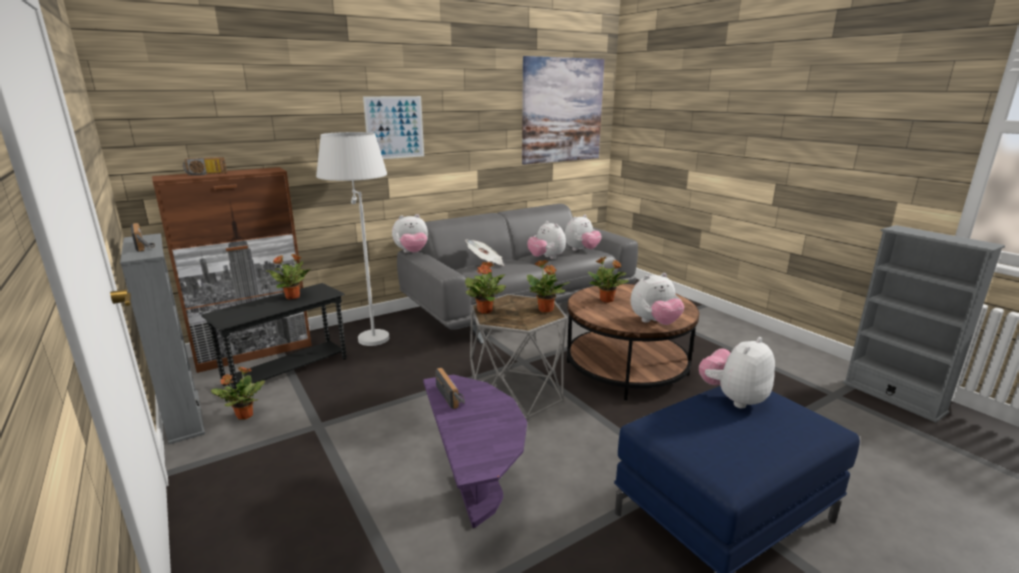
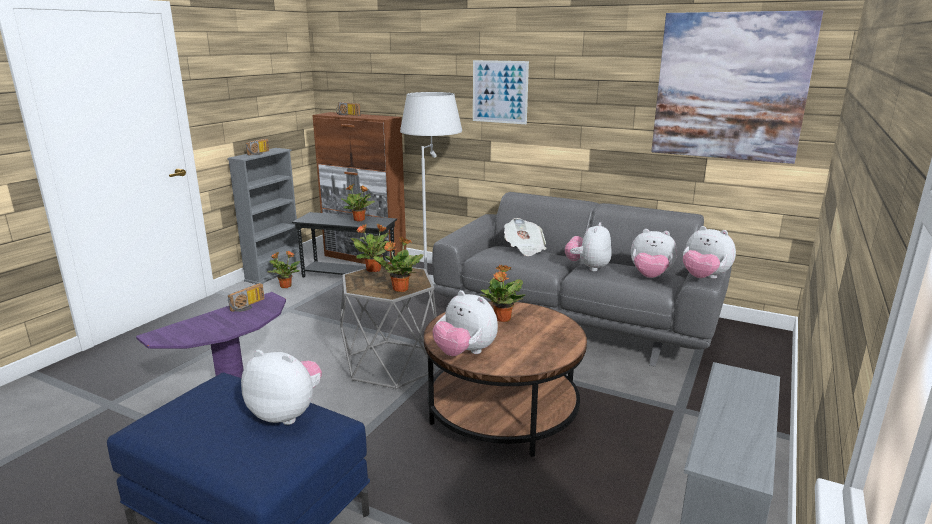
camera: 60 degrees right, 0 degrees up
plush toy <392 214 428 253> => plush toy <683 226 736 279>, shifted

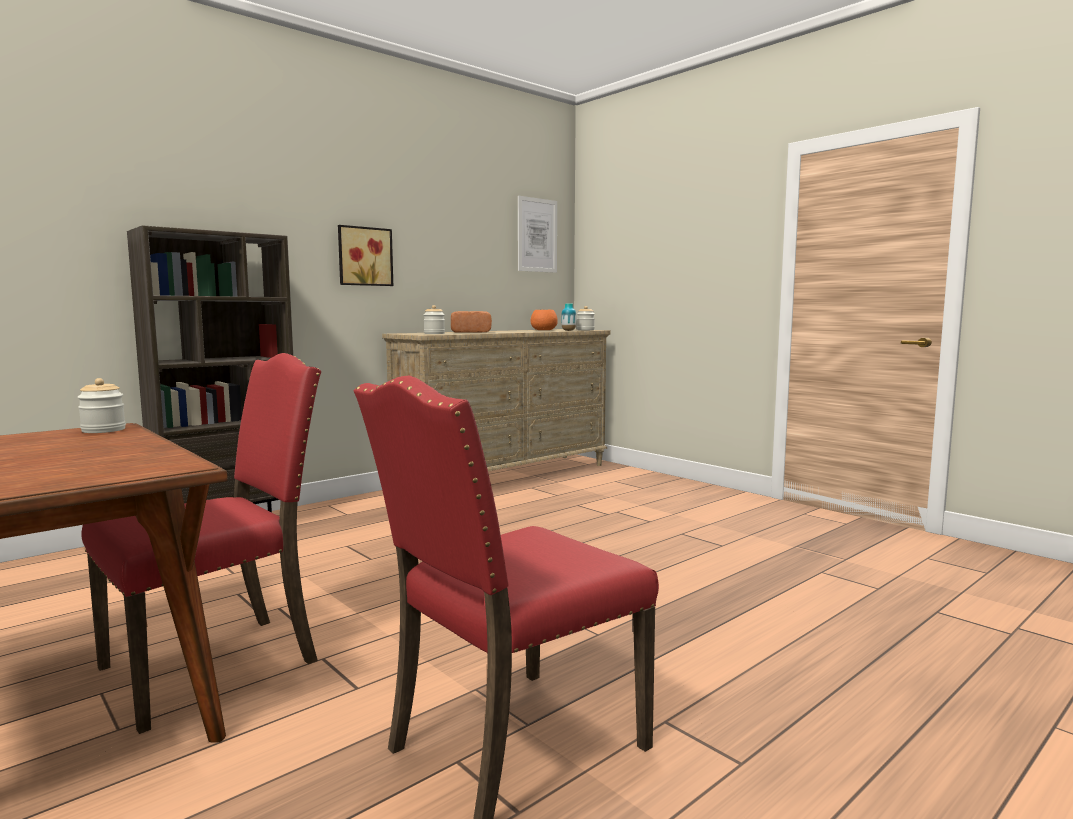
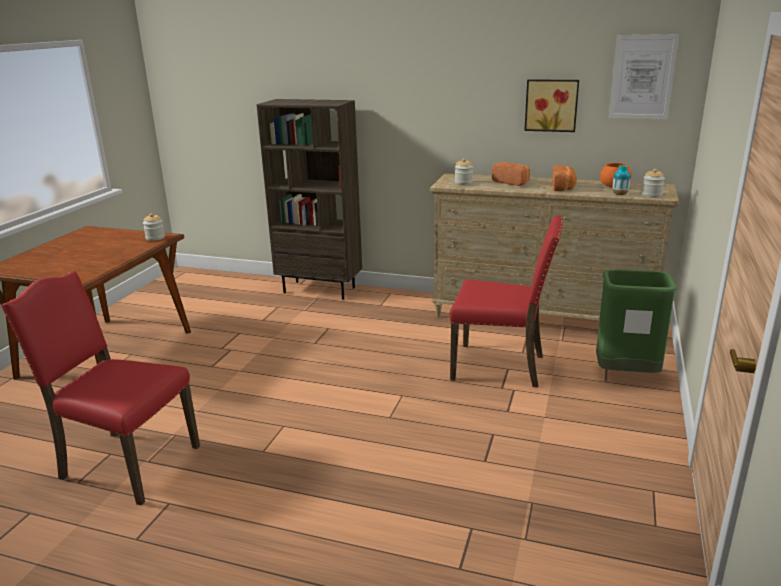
camera: 60 degrees right, 15 degrees up
nothing => bread <552 165 577 191>
nothing => green trash can <596 269 677 373>
red chair <81 353 321 734> => red chair <449 215 563 388>, shifted
picture <338 225 393 286> => picture <524 80 579 132>, shifted

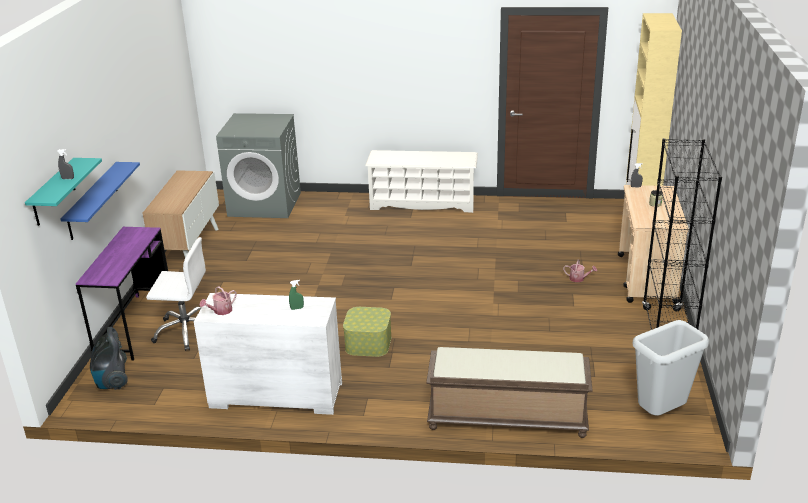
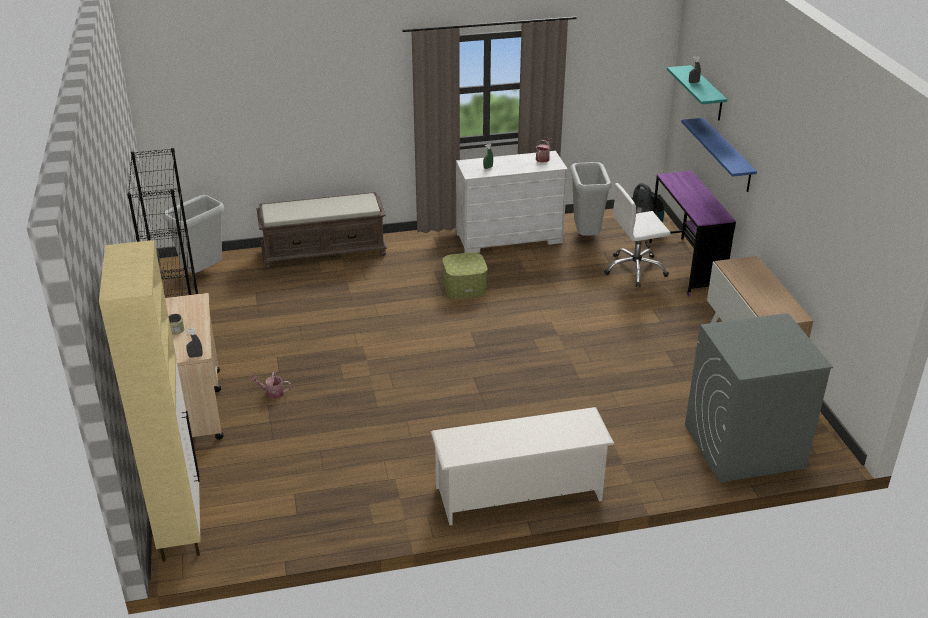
camera: 160 degrees right, 5 degrees up
nothing => grey trash can <570 162 612 236>

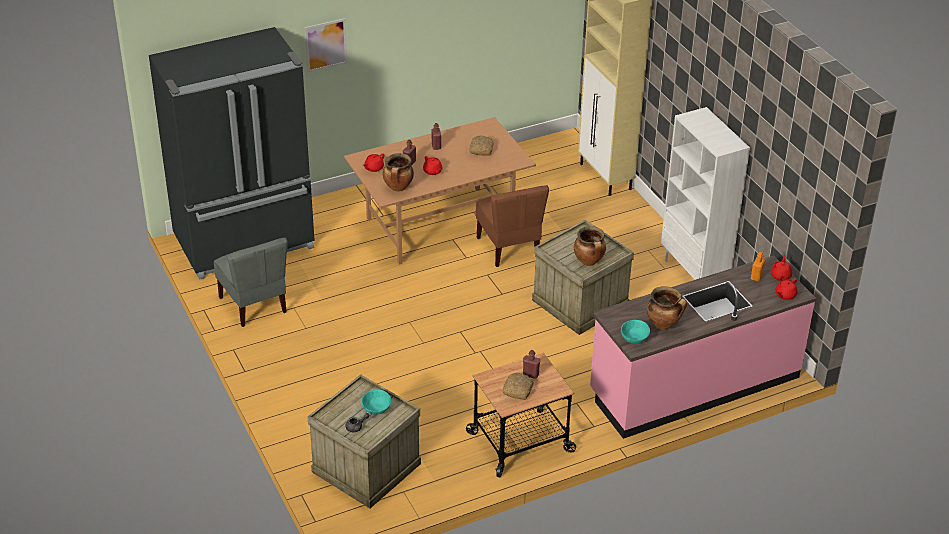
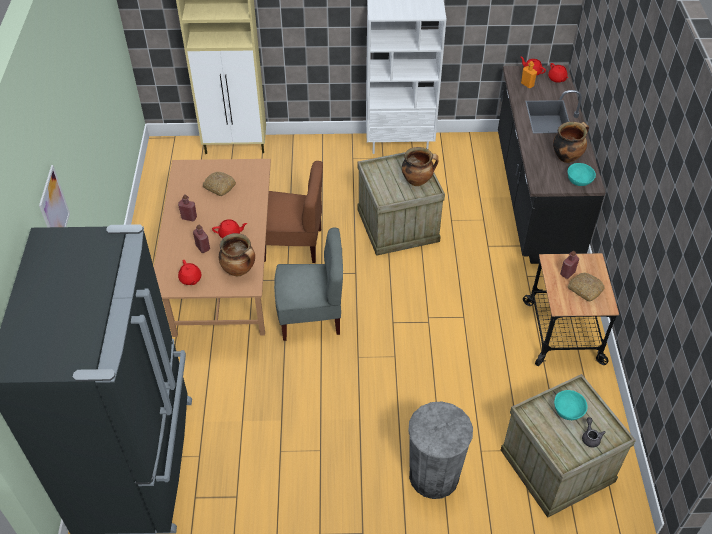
camera: 65 degrees left, 10 degrees up
nothing => grey trash can <408 401 473 499>
grey chair <214 237 288 327> => grey chair <274 228 343 341>, shifted
pink counter <590 255 817 439> => black counter <498 65 605 264>

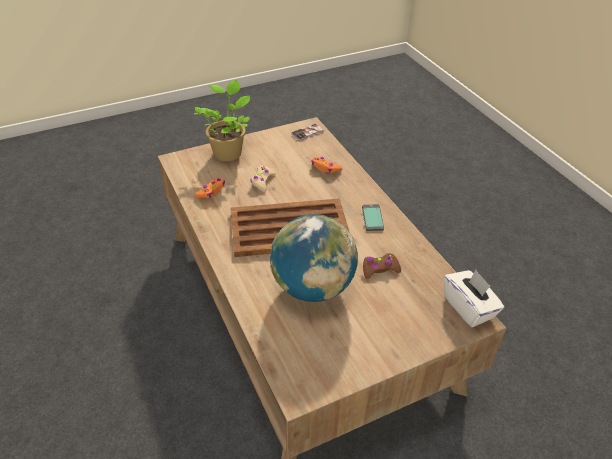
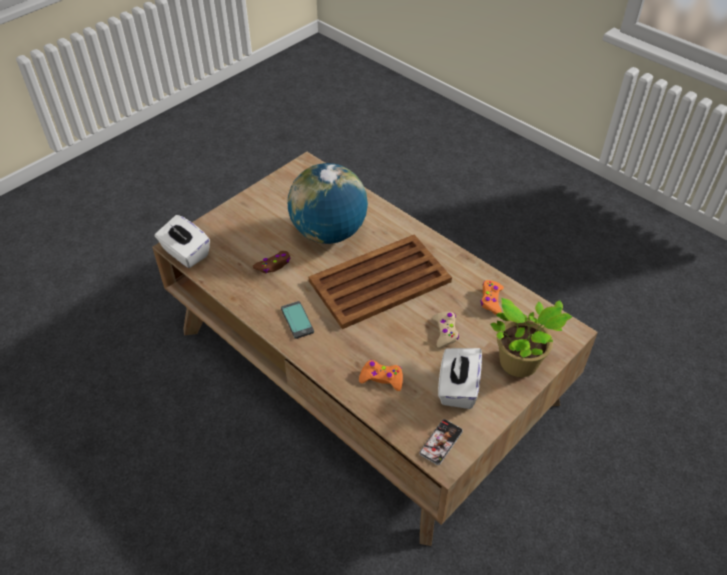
camera: 160 degrees right, 5 degrees up
nothing => white tissue box <438 348 482 409>

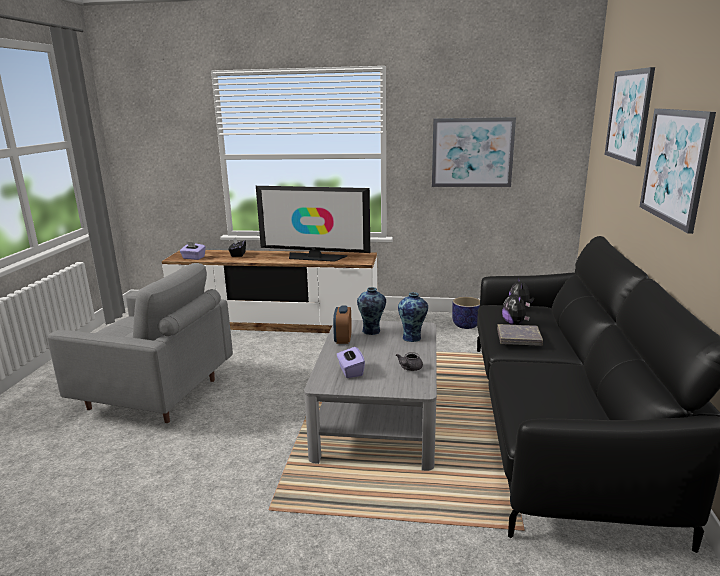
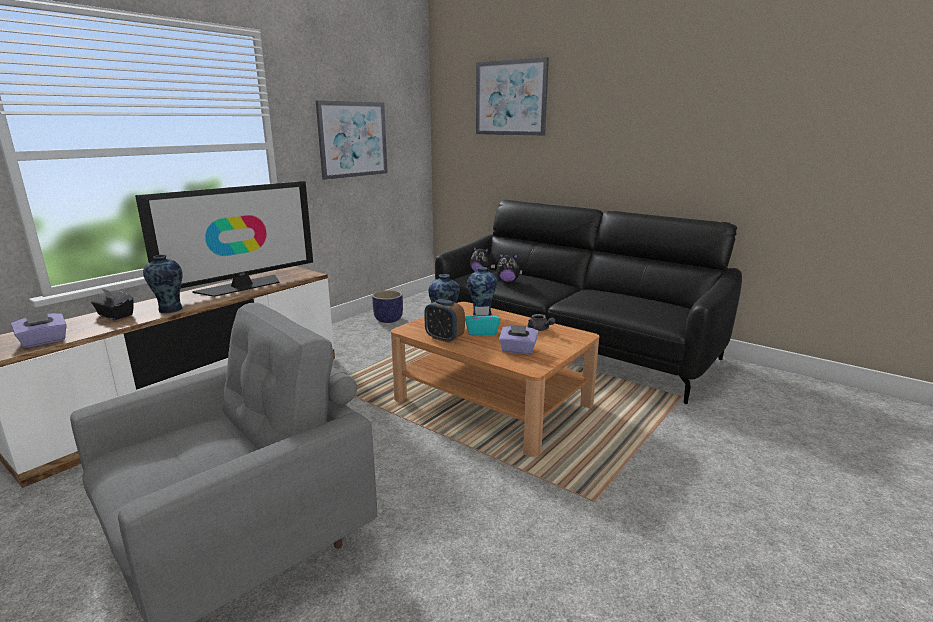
camera: 60 degrees left, 0 degrees up
grey book <497 324 543 346> => nothing
picture <640 108 716 234> => nothing
nothing => vase <143 255 183 313>
nothing => turquoise tissue box <465 306 500 335>
grey coffee table <304 320 437 471> => brown coffee table <391 302 600 457>

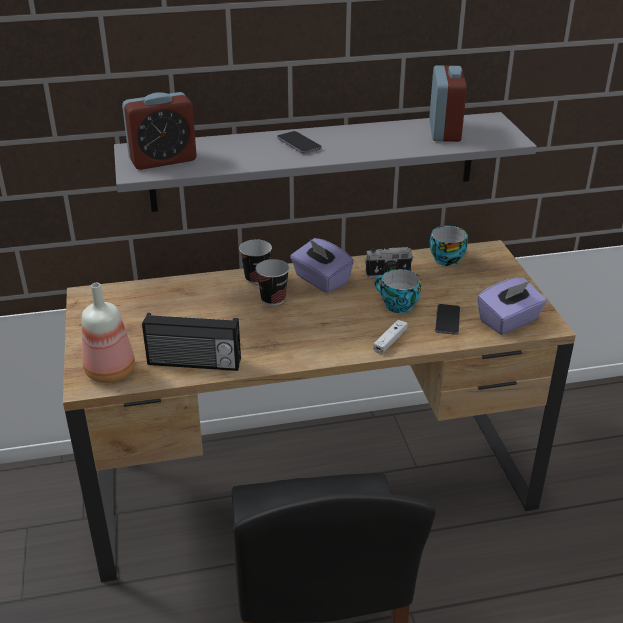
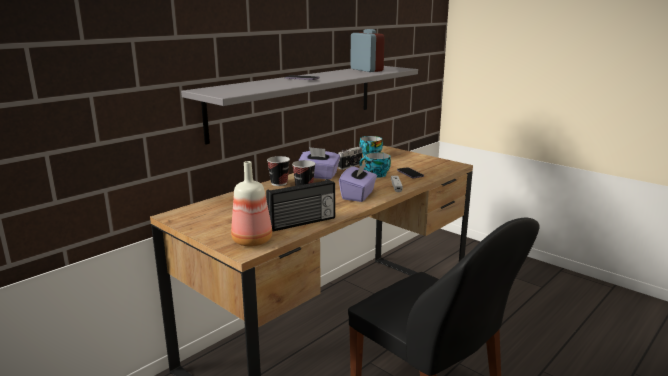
camera: 35 degrees left, 15 degrees down
alarm clock <122 92 197 170> => nothing
purple tissue box <477 277 547 335> => purple tissue box <339 162 377 202>, shifted

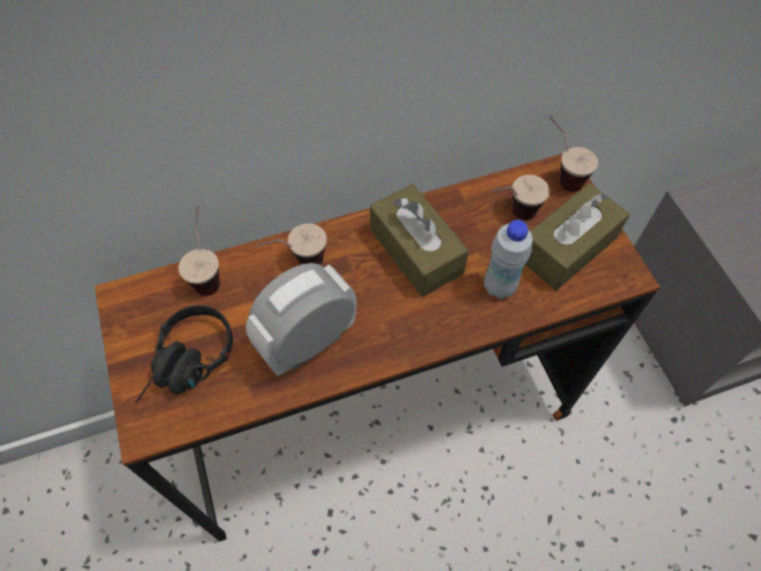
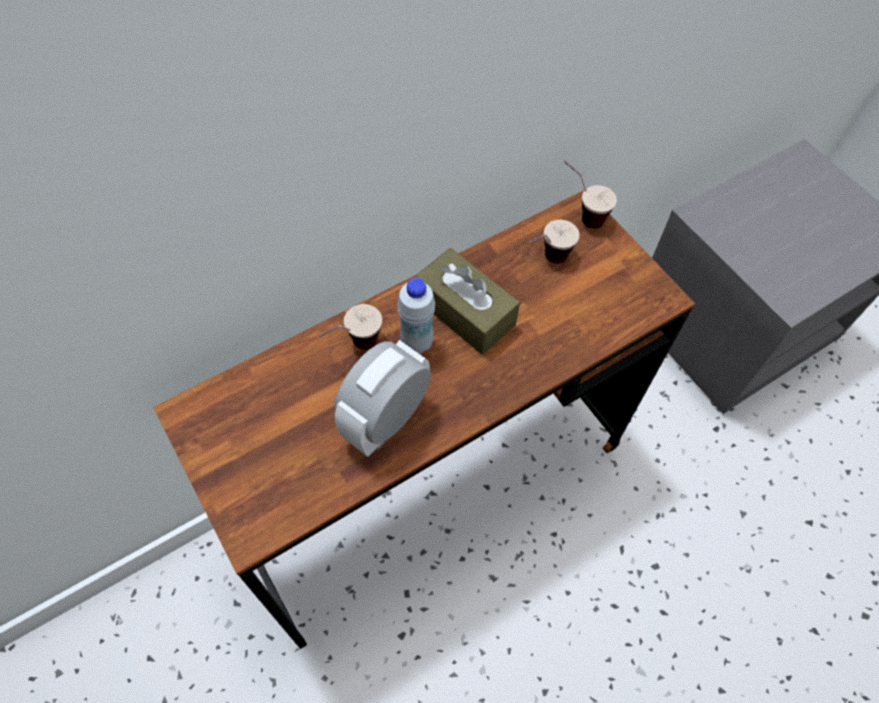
camera: 15 degrees left, 0 degrees up
black headphones <135 305 233 404> => nothing
cup <178 206 220 296> => nothing
brown tissue box <525 183 630 290> => nothing
white bottle <484 220 533 299> => white bottle <397 278 435 354>, shifted

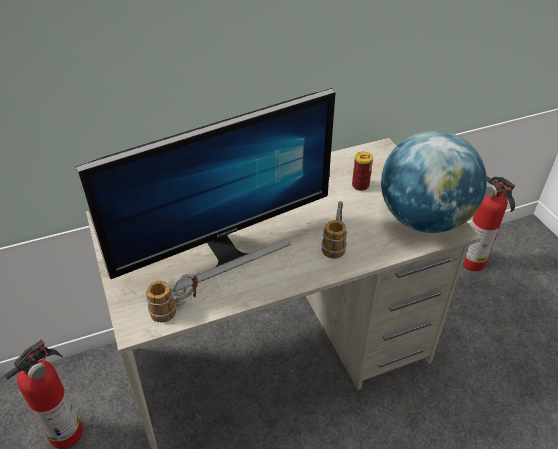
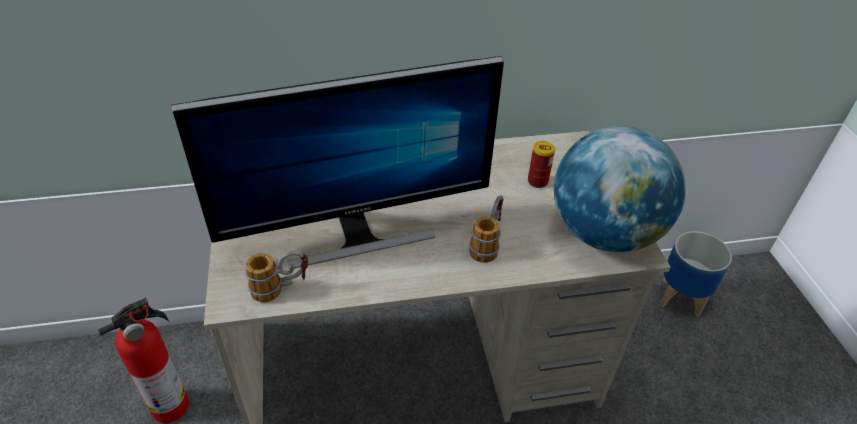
camera: 10 degrees right, 0 degrees up
fire extinguisher <463 176 515 271> => planter <660 231 732 317>

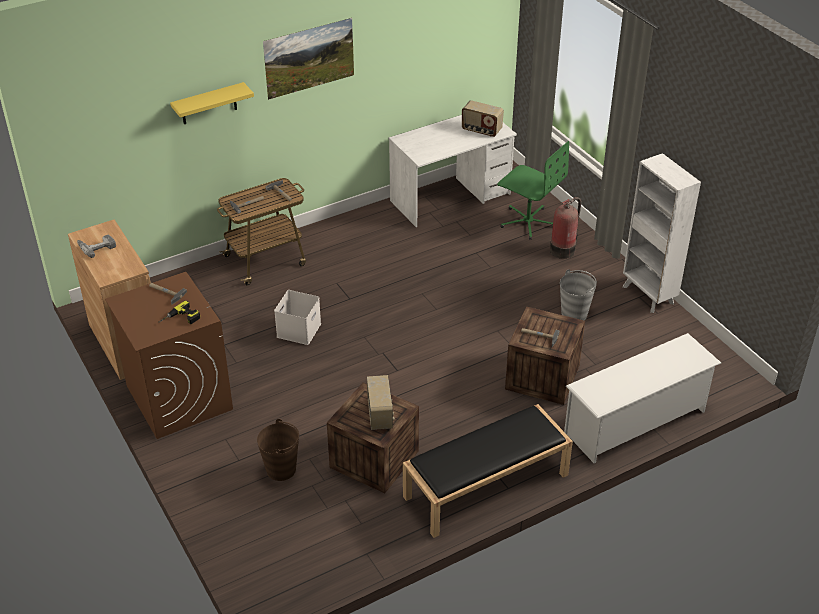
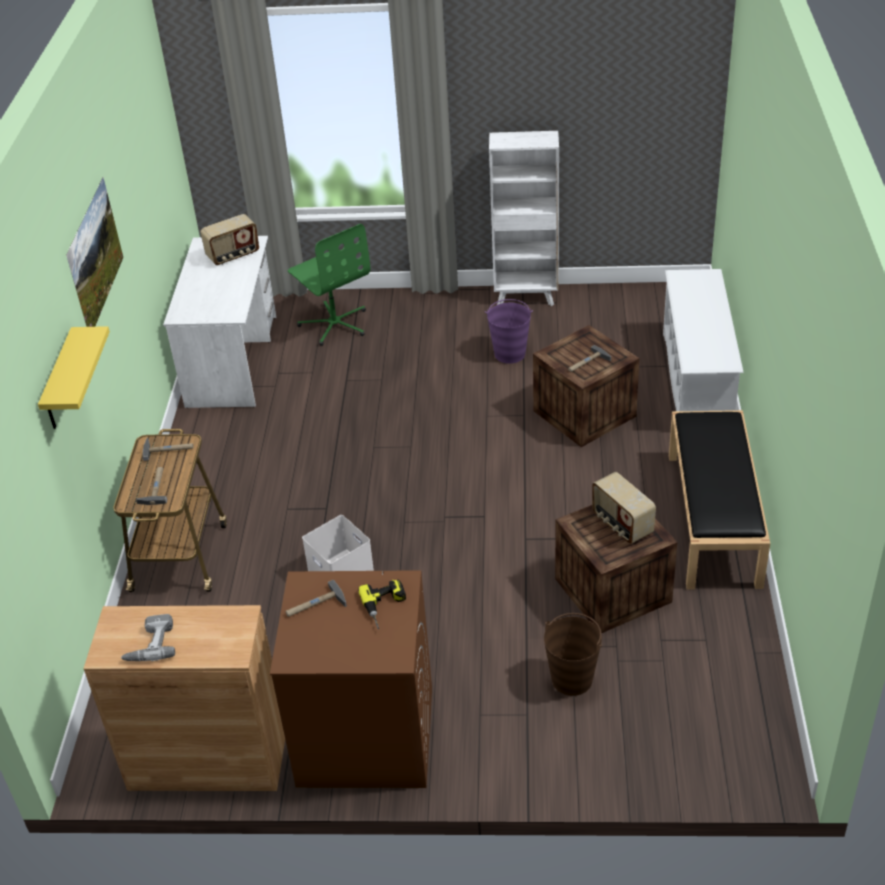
camera: 55 degrees left, 0 degrees up
fire extinguisher <550 197 581 259> => nothing
grey bucket <560 269 597 320> => purple bucket <485 299 533 364>
radio <367 375 395 430> => radio <592 472 656 544>, 150 degrees counterclockwise
green office chair <497 141 569 240> => green office chair <287 224 370 346>, 75 degrees clockwise

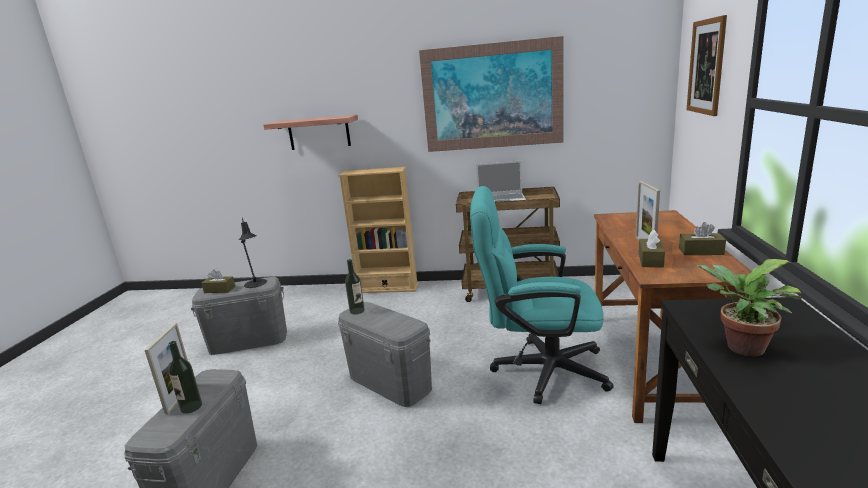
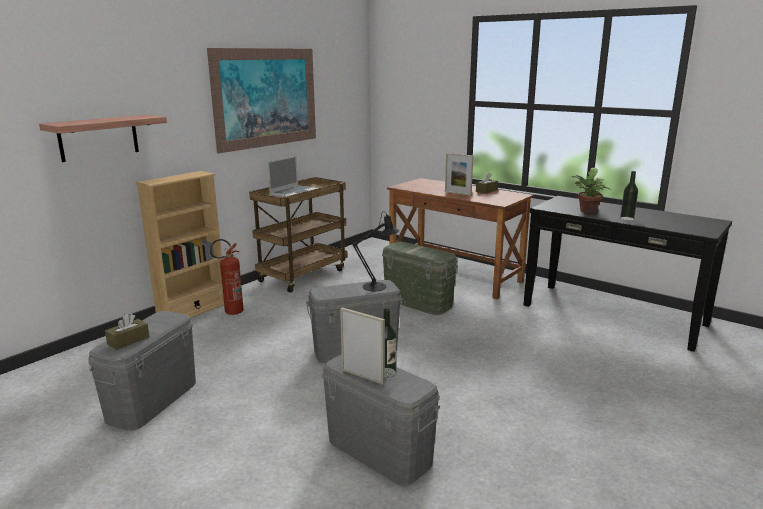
camera: 60 degrees left, 0 degrees up
brown tissue box <639 230 665 268> => nothing
picture <687 15 727 116> => nothing
nothing => fire extinguisher <210 239 243 315>
black table lamp <239 217 267 288> => black table lamp <352 211 399 292>, shifted
bottle <345 259 365 315> => bottle <620 171 638 221>, shifted
turquoise office chair <470 186 614 404> => green storage box <382 242 458 315>

